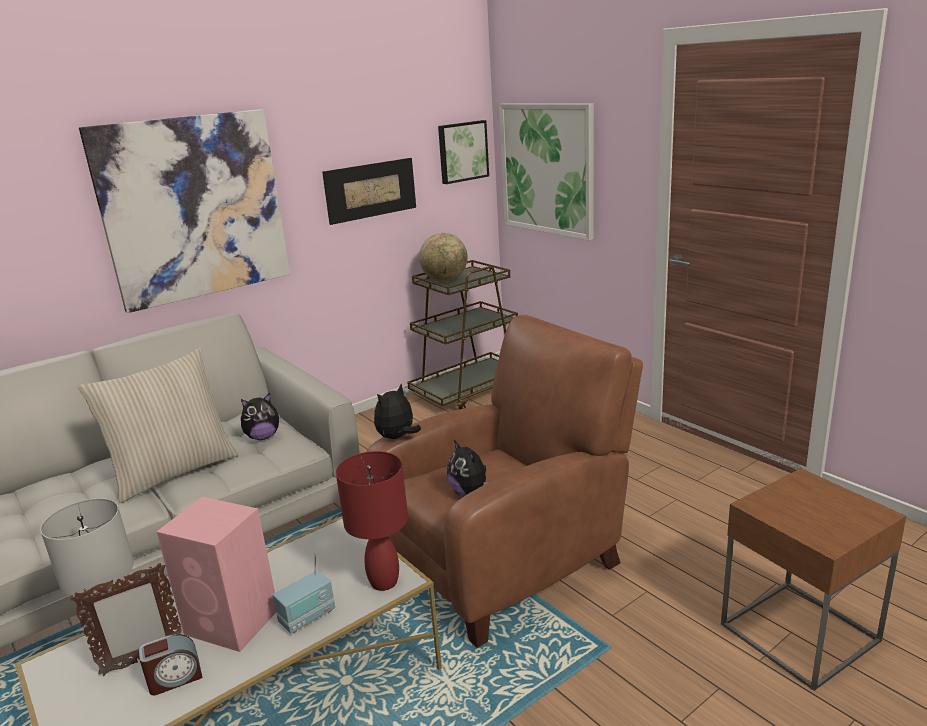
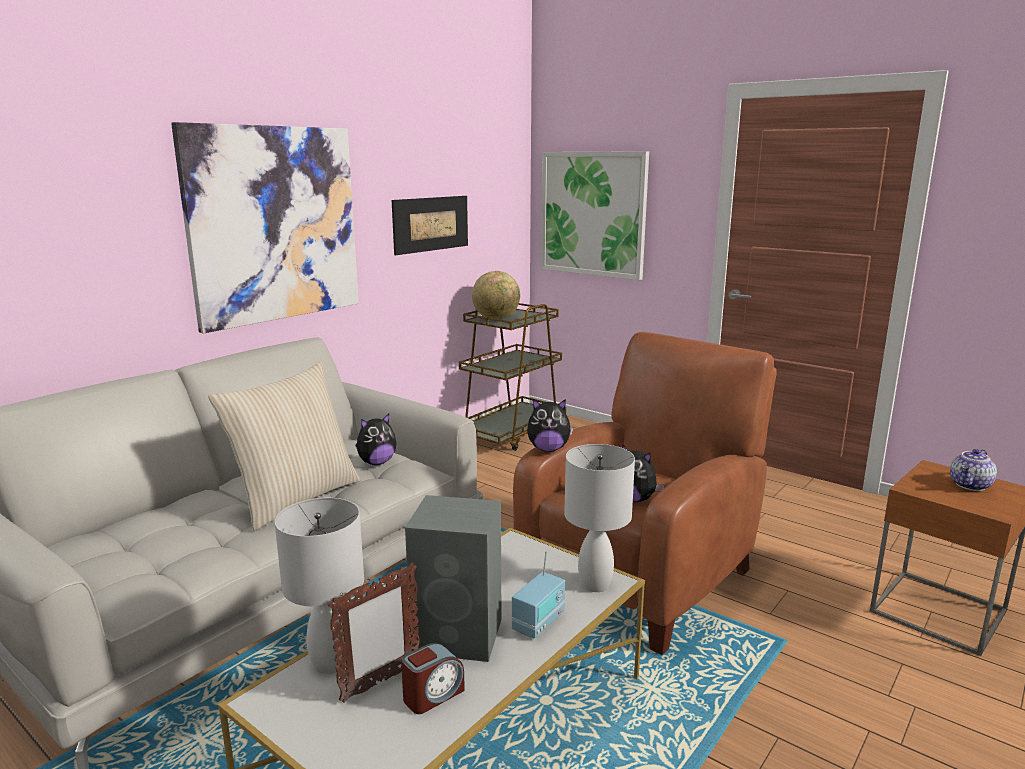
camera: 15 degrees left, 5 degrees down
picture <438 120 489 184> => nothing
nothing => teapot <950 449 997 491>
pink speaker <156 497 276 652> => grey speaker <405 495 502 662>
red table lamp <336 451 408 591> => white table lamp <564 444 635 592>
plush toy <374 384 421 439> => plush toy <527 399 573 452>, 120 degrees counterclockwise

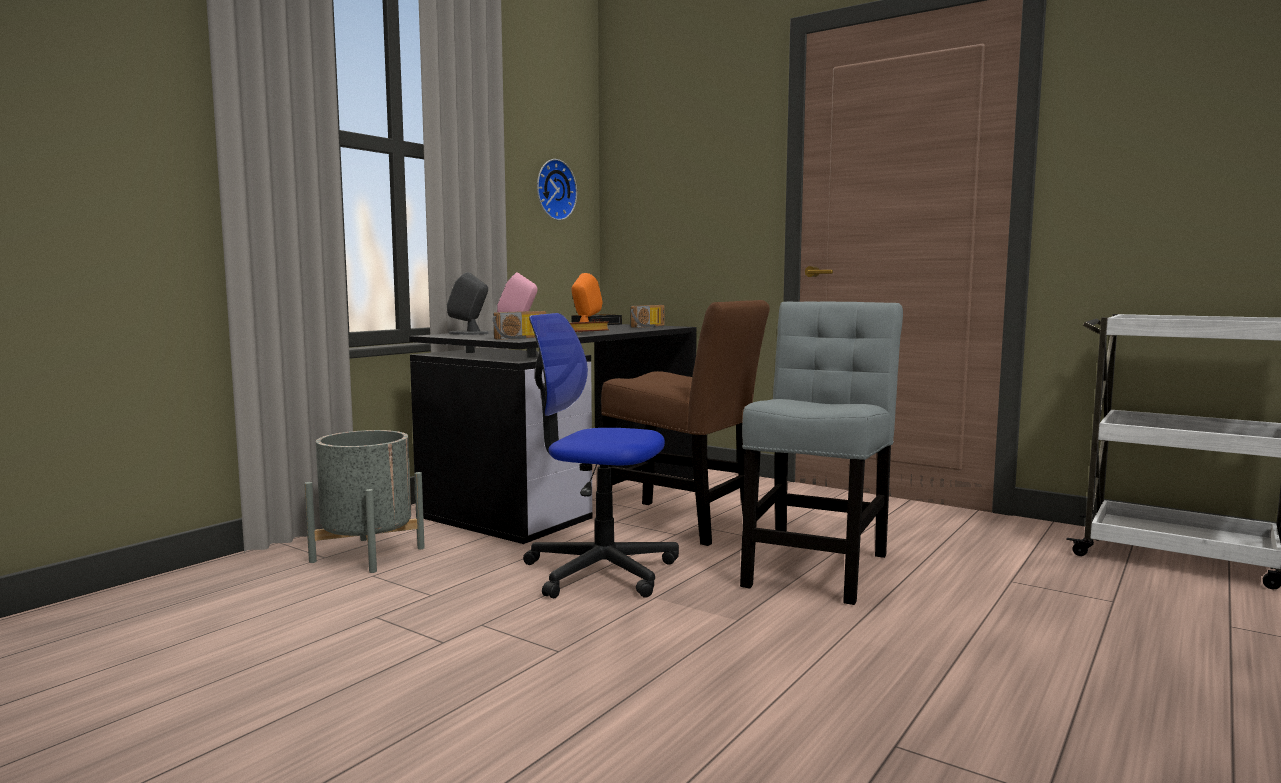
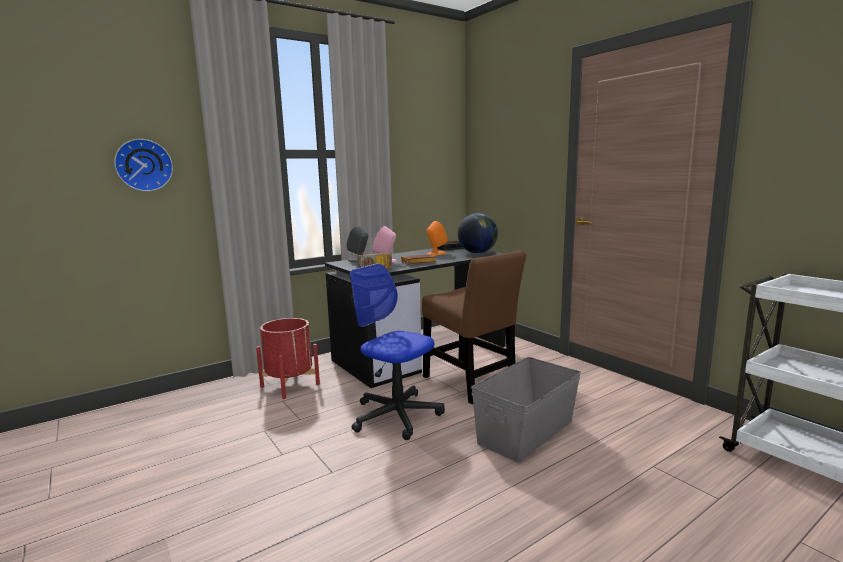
camera: 20 degrees right, 5 degrees up
wall clock <537 159 577 220> => wall clock <114 139 173 191>, shifted
radio <630 305 665 328> => globe <458 213 498 253>
grey chair <740 302 903 605> => grey storage box <471 357 581 462>
grey planter <304 430 425 573> => red planter <256 318 320 399>

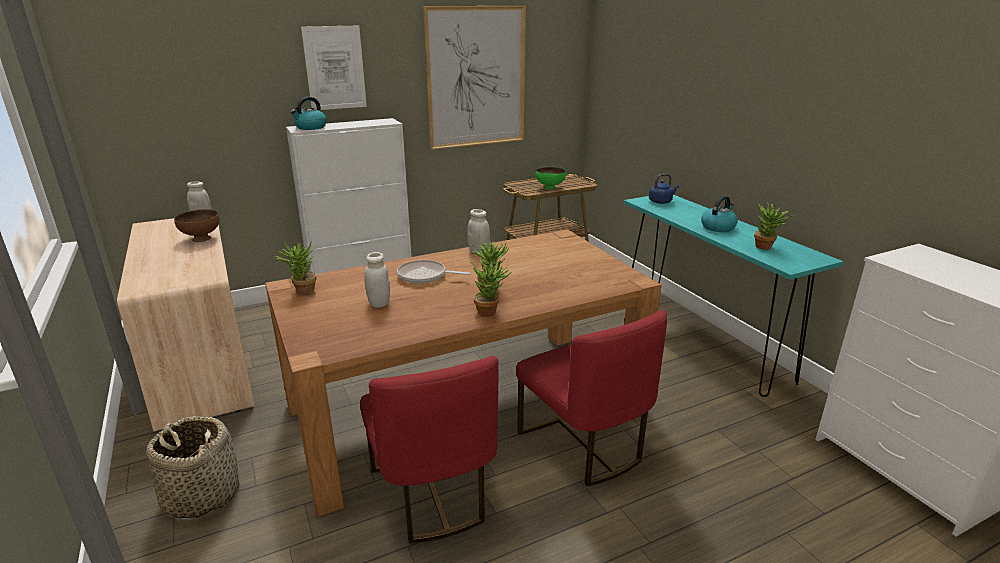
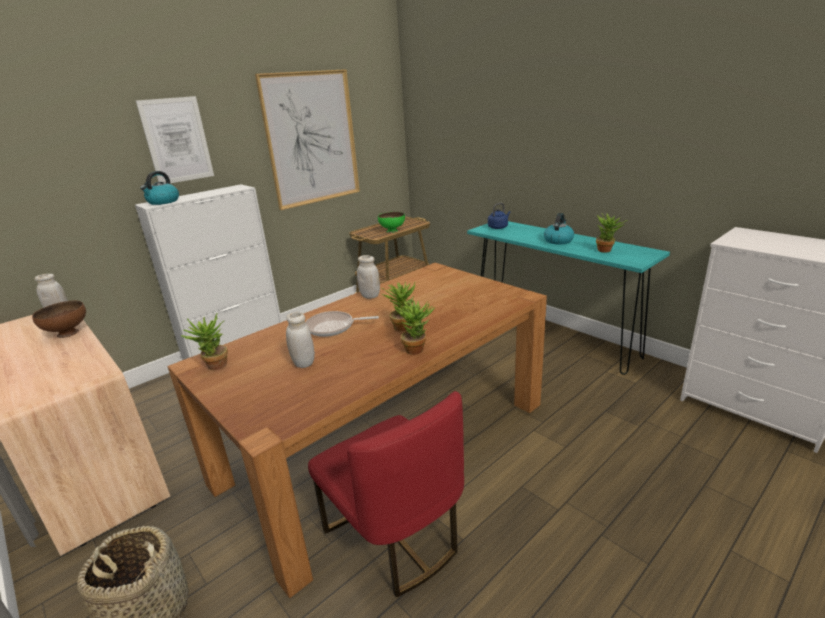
camera: 15 degrees left, 0 degrees up
red chair <516 310 667 486> => nothing

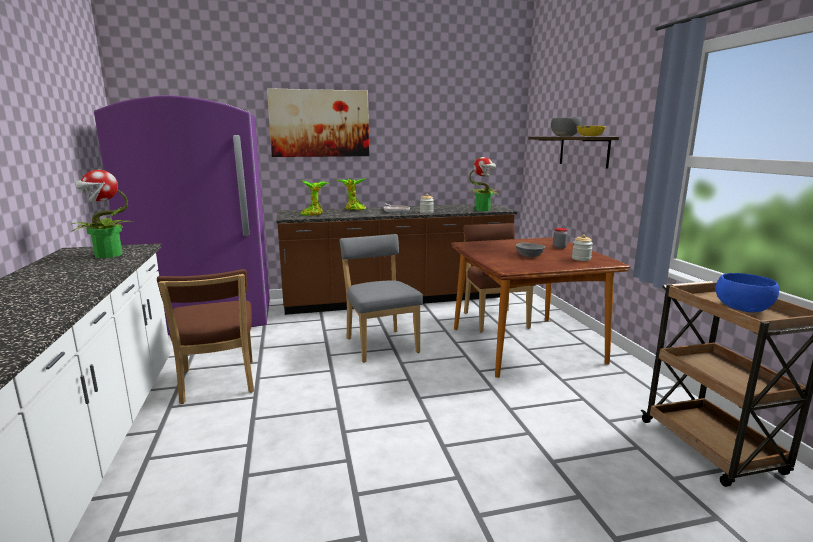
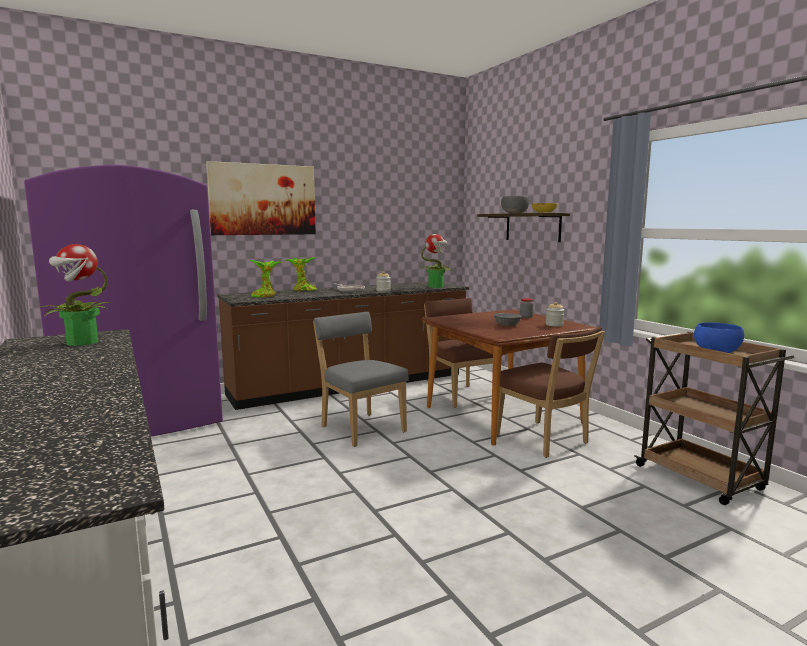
camera: 15 degrees left, 5 degrees down
brown chair <157 269 254 404> => brown chair <497 327 605 458>, shifted

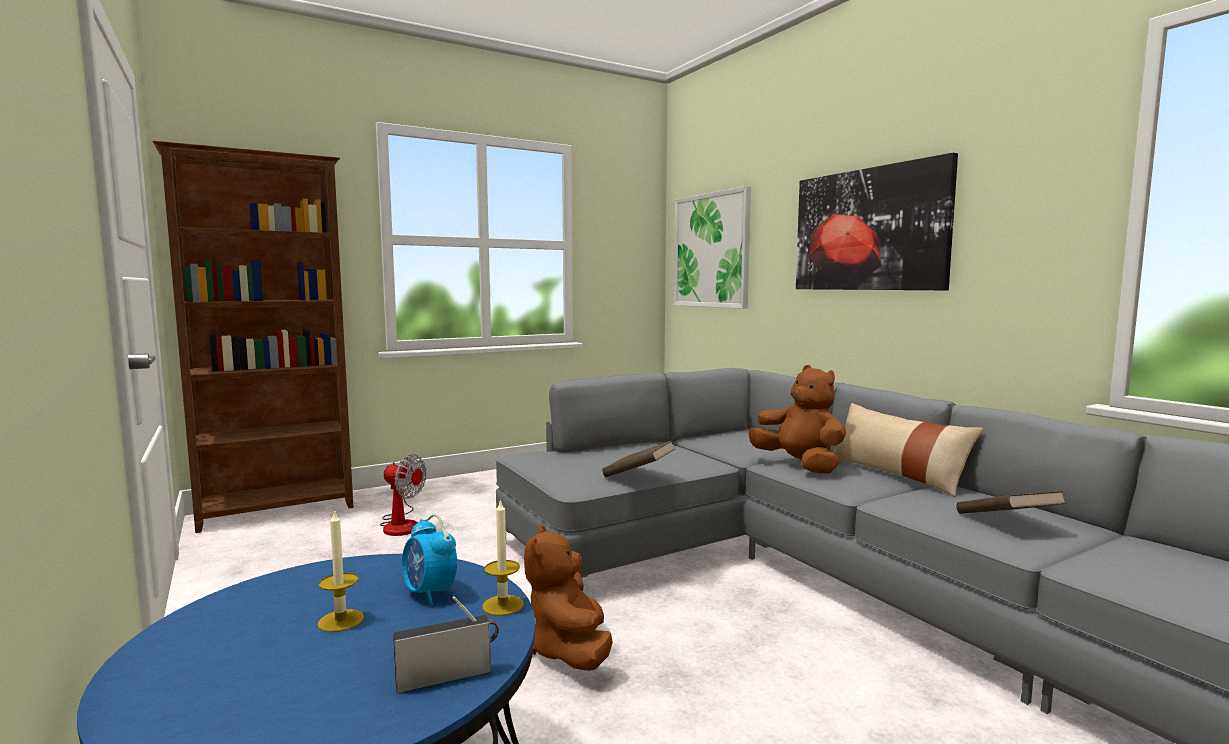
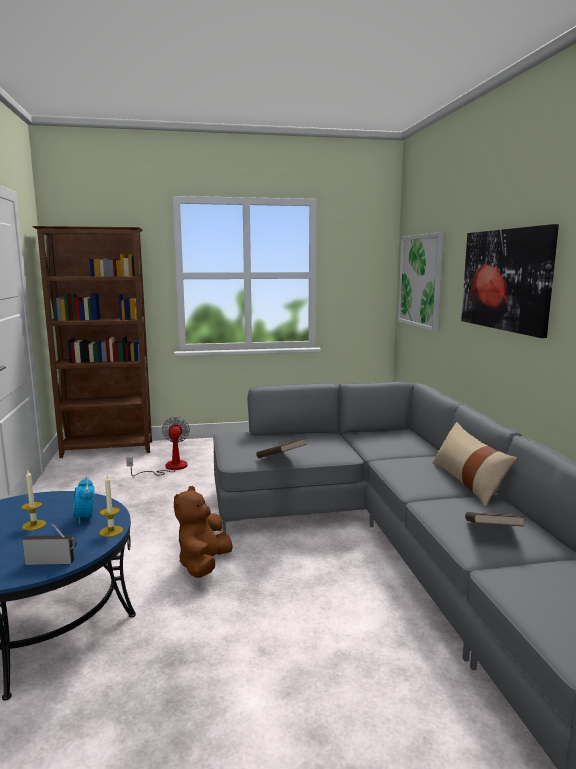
camera: 20 degrees right, 5 degrees up
brown plush toy <749 365 846 474> => nothing
fan <380 454 427 536> => fan <126 417 190 476>, 135 degrees counterclockwise

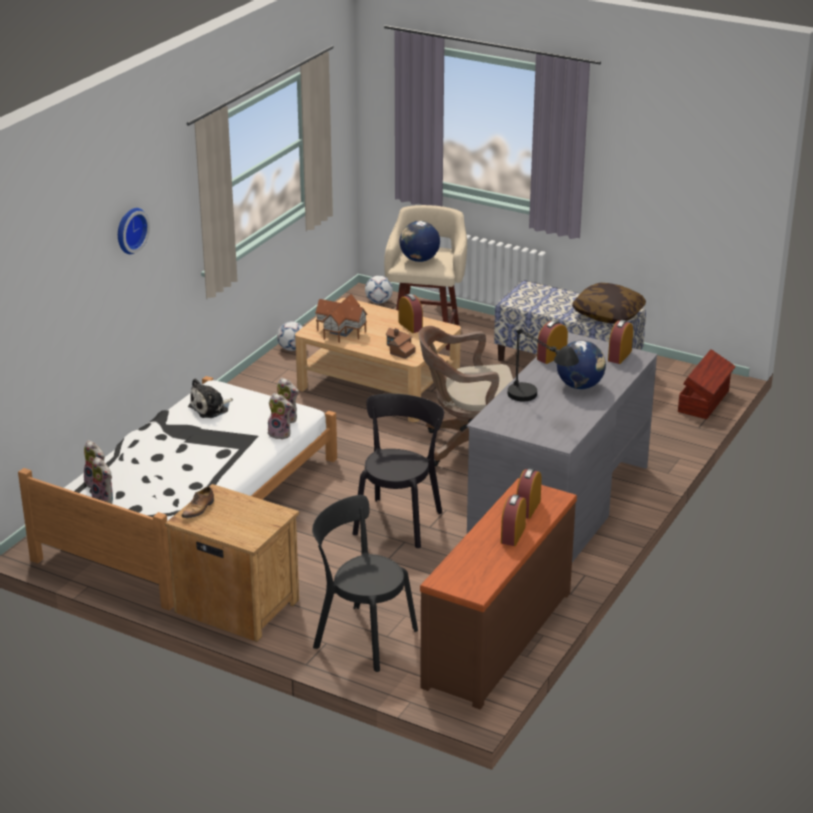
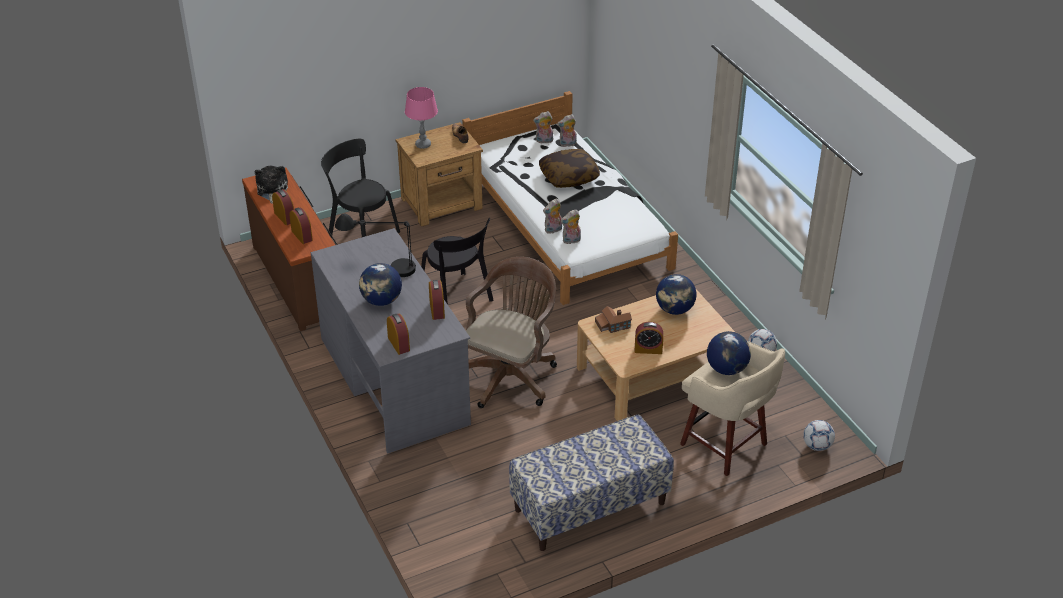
camera: 125 degrees right, 10 degrees up
wall clock <118 208 150 254> => nothing
brown storage box <678 349 736 419> => nothing
nothing => pink table lamp <405 87 438 149>
plush toy <188 378 233 418> => plush toy <255 165 288 204>, shifted
pillow <572 283 646 324> => pillow <539 149 600 188>, shifted
toy house <315 294 368 343> => globe <656 274 697 315>
black chair <312 495 418 672> => black chair <321 139 400 238>, 120 degrees counterclockwise

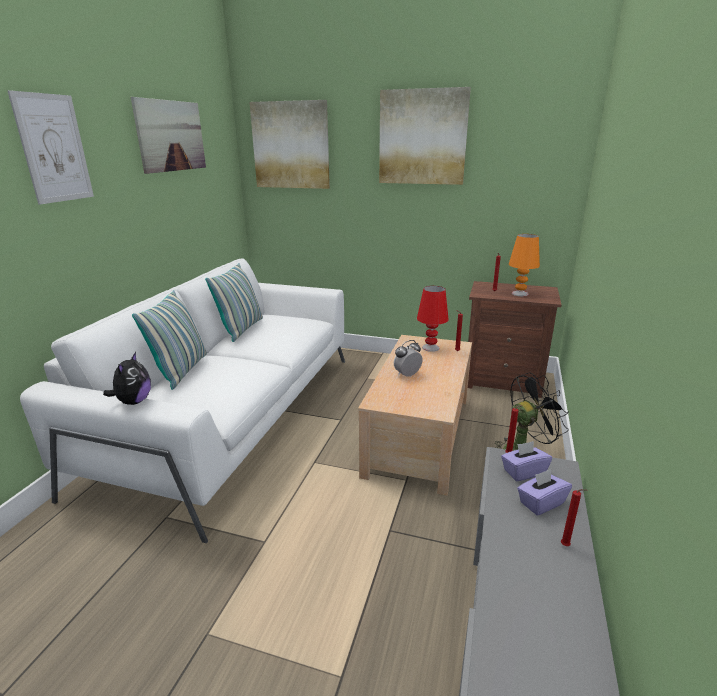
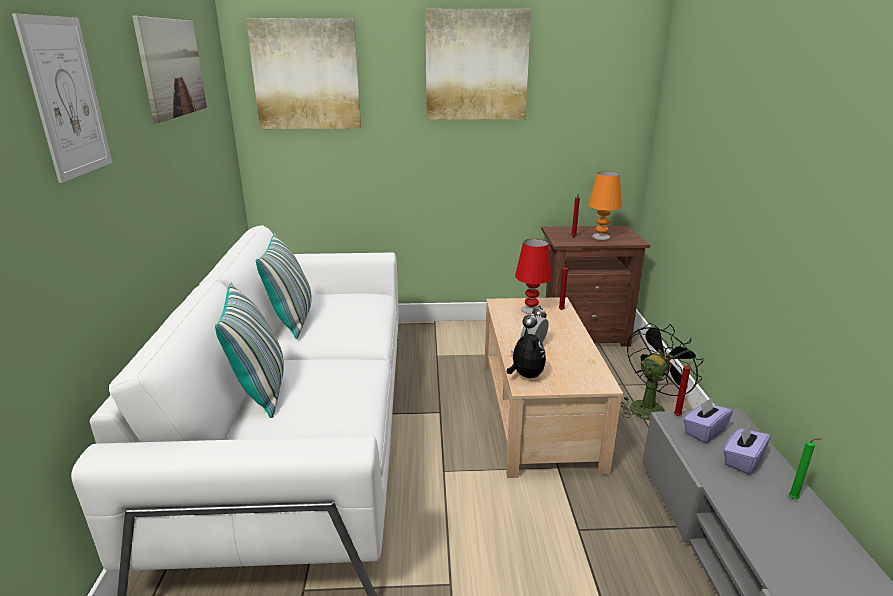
camera: 20 degrees left, 0 degrees up
plush toy <103 352 151 405> => plush toy <507 327 546 378>, shifted
red candle <561 489 587 546> => green candle <789 438 823 499>

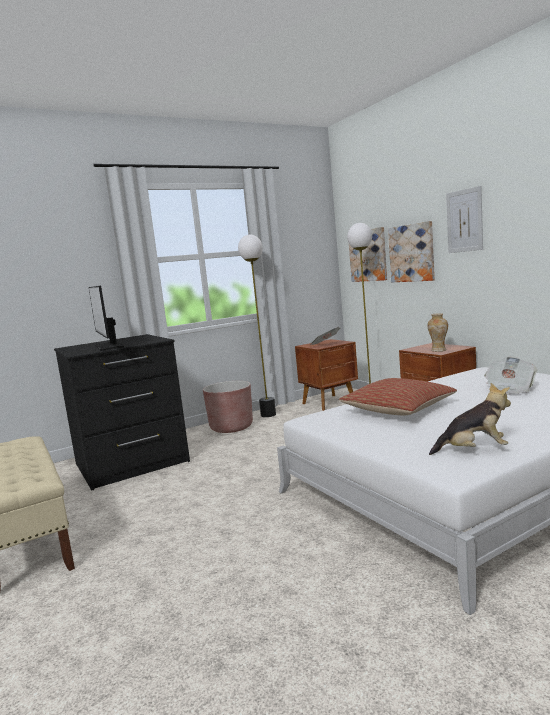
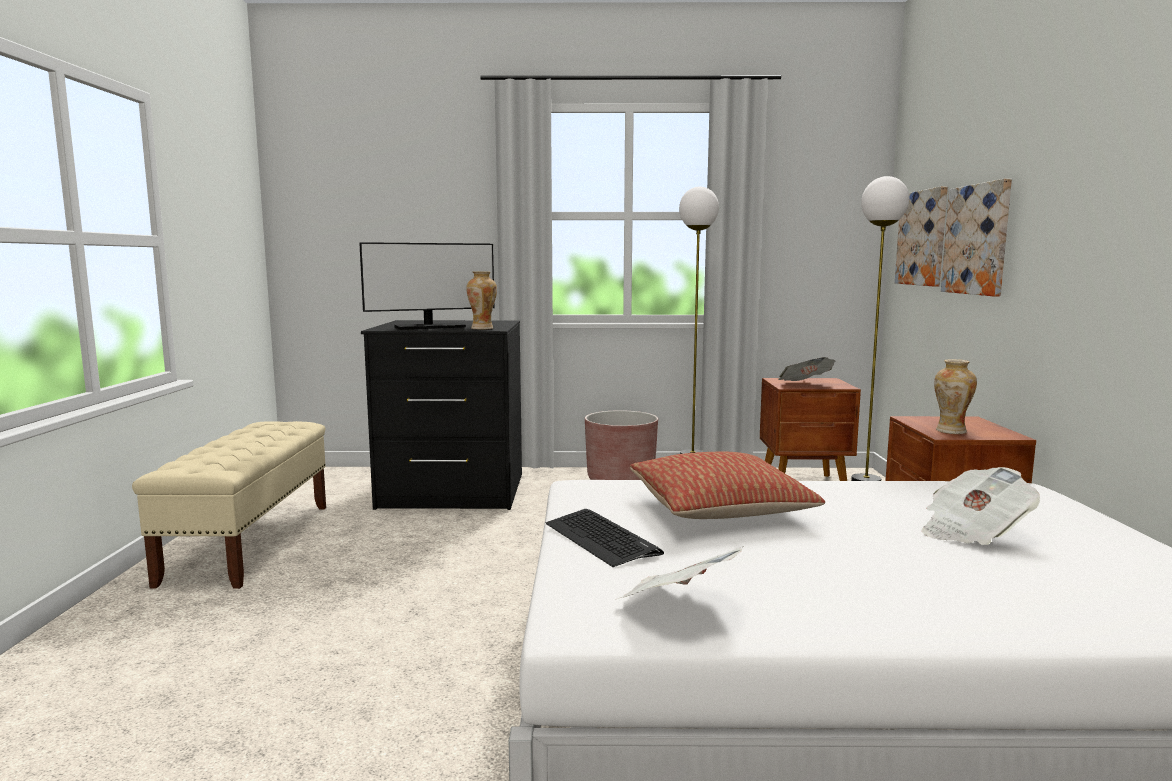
camera: 30 degrees right, 0 degrees up
picture <446 186 483 253> => nothing
nothing => vase <466 271 497 330>
nothing => keyboard <546 509 664 567>
plush toy <429 383 511 455> => newspaper <615 546 744 600>
monitor <89 286 124 351> => monitor <359 242 494 330>, 120 degrees counterclockwise

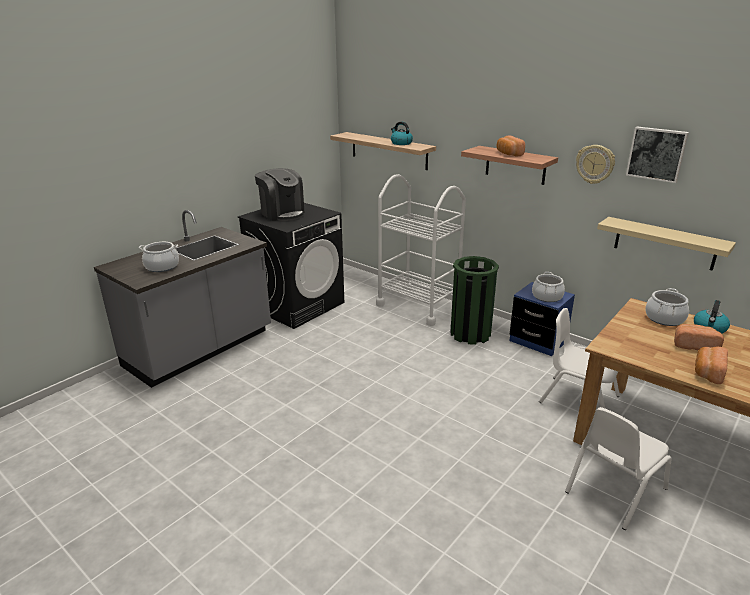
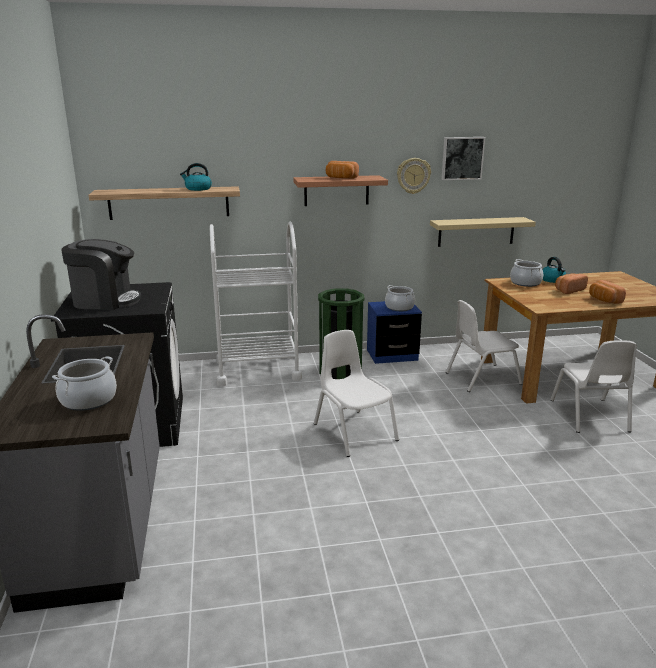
camera: 50 degrees left, 5 degrees down
nothing => white chair <314 330 399 457>

